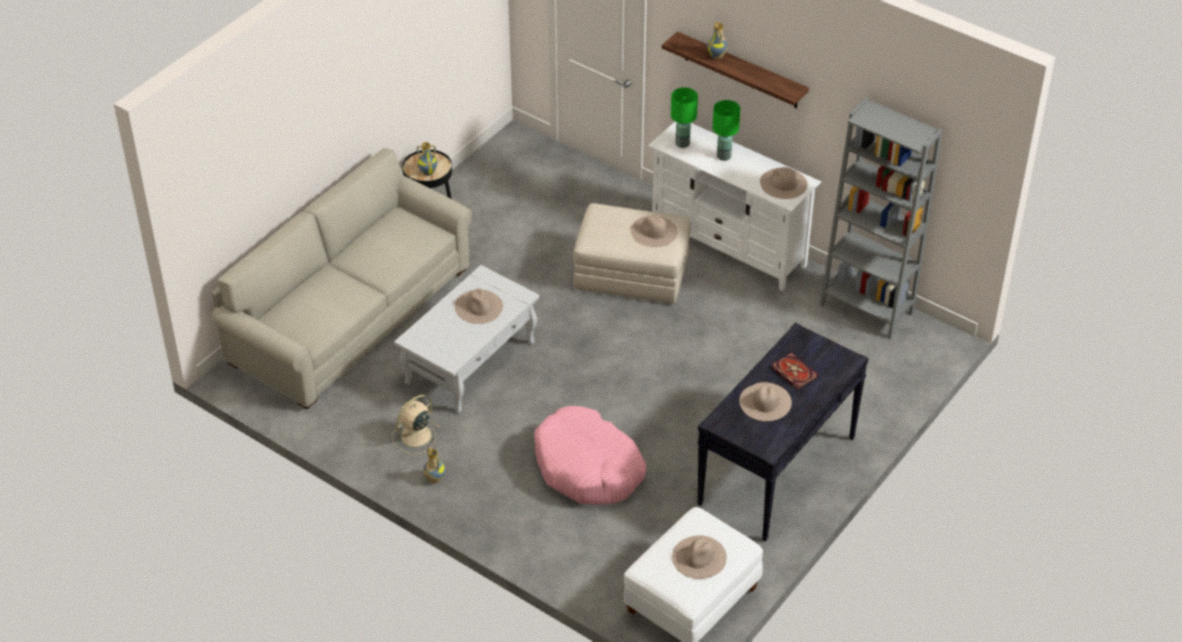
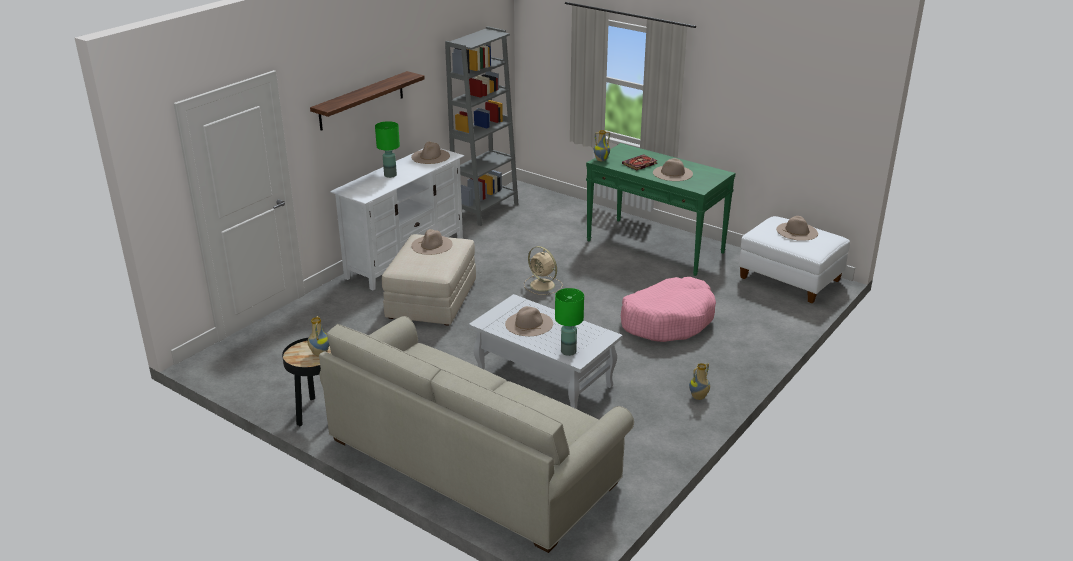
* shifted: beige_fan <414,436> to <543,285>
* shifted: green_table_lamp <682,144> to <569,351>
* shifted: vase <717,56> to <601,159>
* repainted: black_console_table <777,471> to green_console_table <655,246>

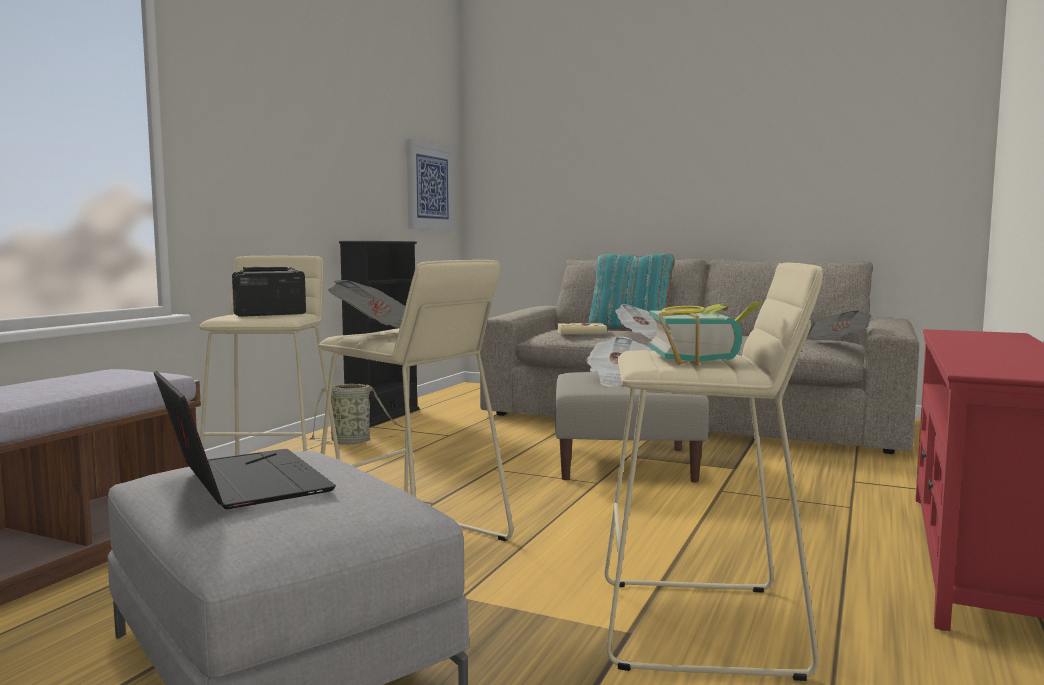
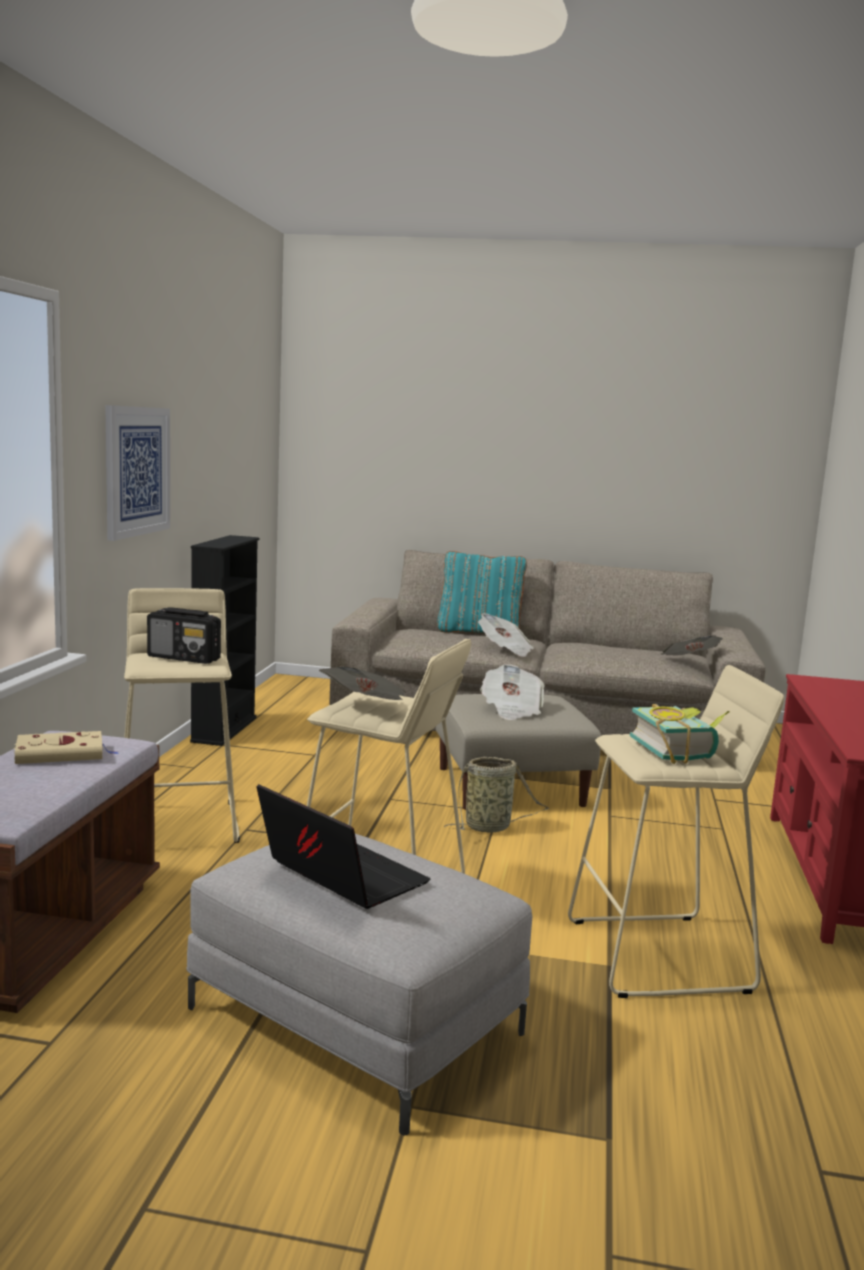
* shifted: basket <353,442> to <490,827>
* shifted: picture <430,187> to <137,471>
* shifted: beige_book <583,332> to <63,754>
* rotated: radio <269,314> = <184,658> 120 degrees counterclockwise

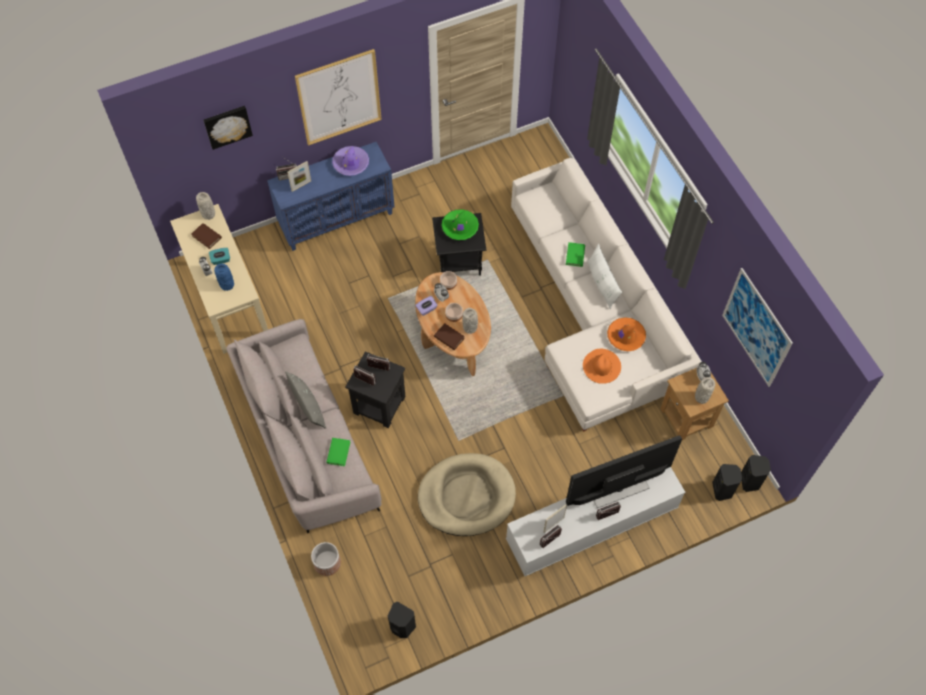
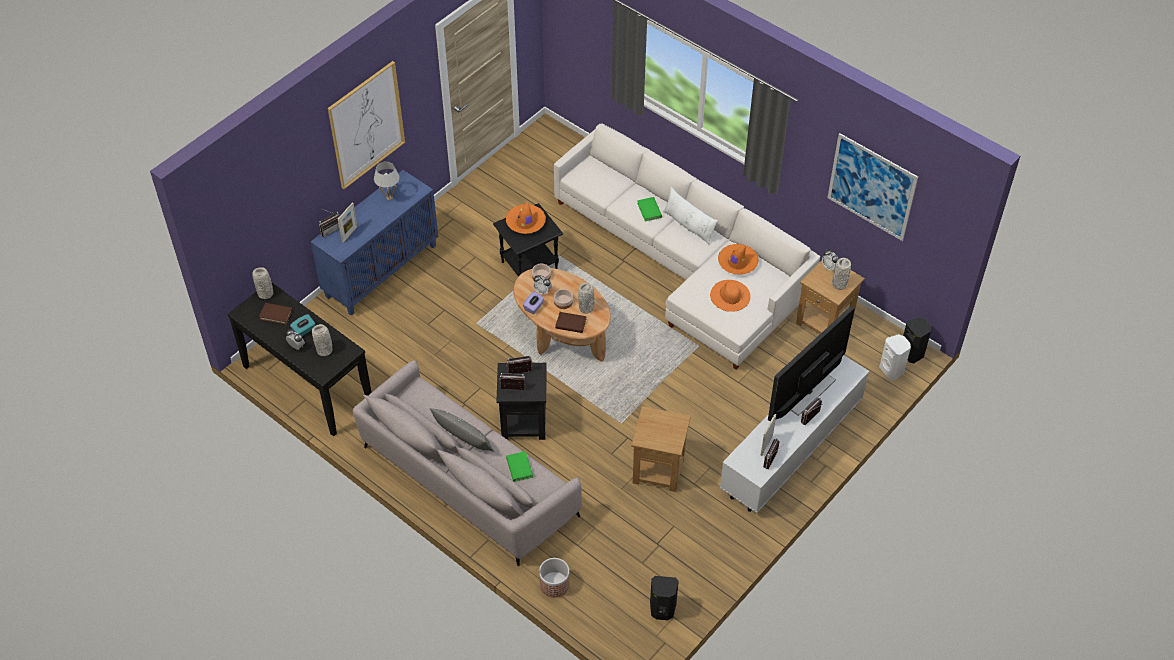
* gone: picture <227,126>
* swapped: purple_hat <351,164> to white_table_lamp <389,197>
* swapped: beige_dog_bed <466,496> to brown_side_table <658,469>
* repainted: beige_console_table <227,299> to black_console_table <307,384>
* repainted: blue_vase <227,285> to grey_vase <325,350>
* repainted: green_hat <460,227> to orange_hat <526,222>
* repainted: black_speaker <723,490> to white_speaker <892,370>

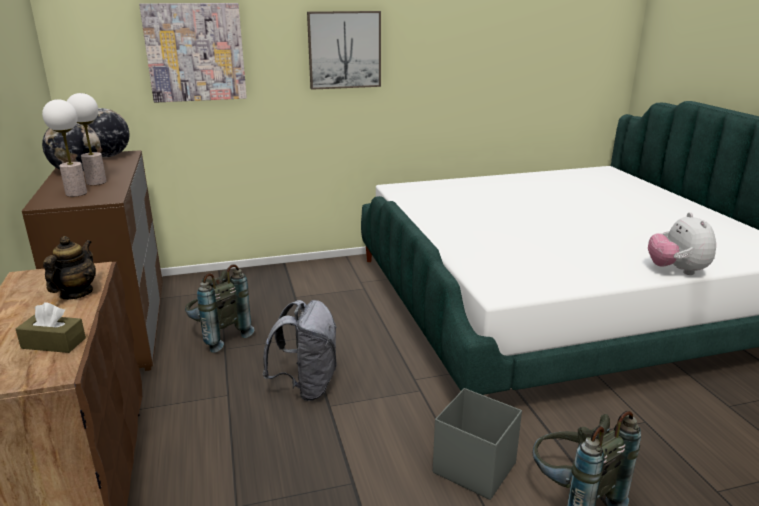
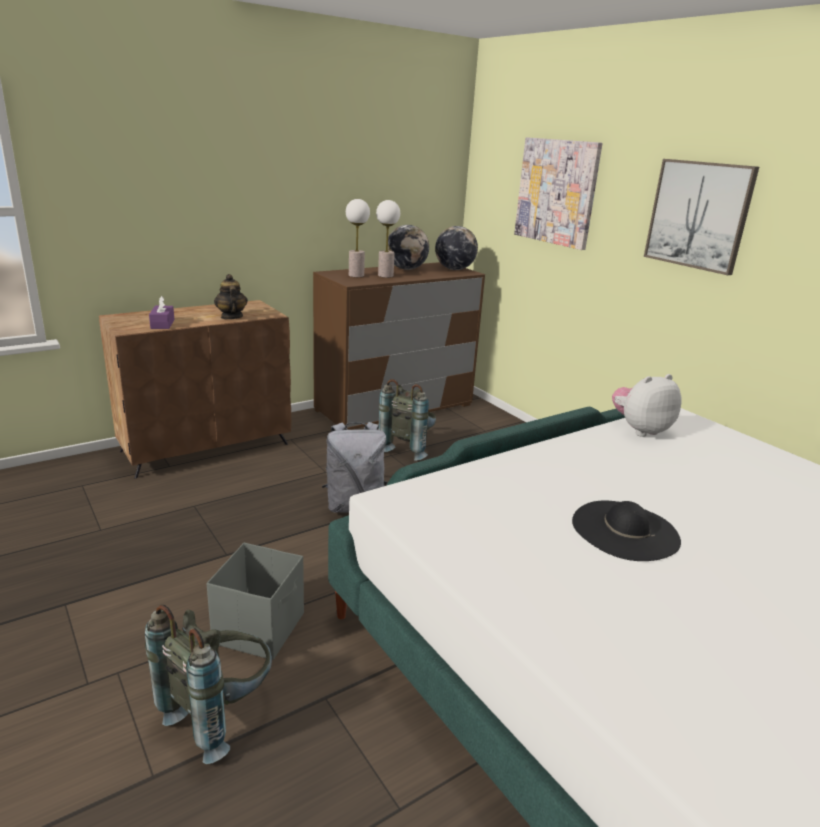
* new: black_hat <625,530>
* shifted: plush_toy <677,270> to <640,430>
* repainted: brown_tissue_box <53,343> to purple_tissue_box <162,324>
* rotated: teapot <76,293> = <231,317> 105 degrees counterclockwise

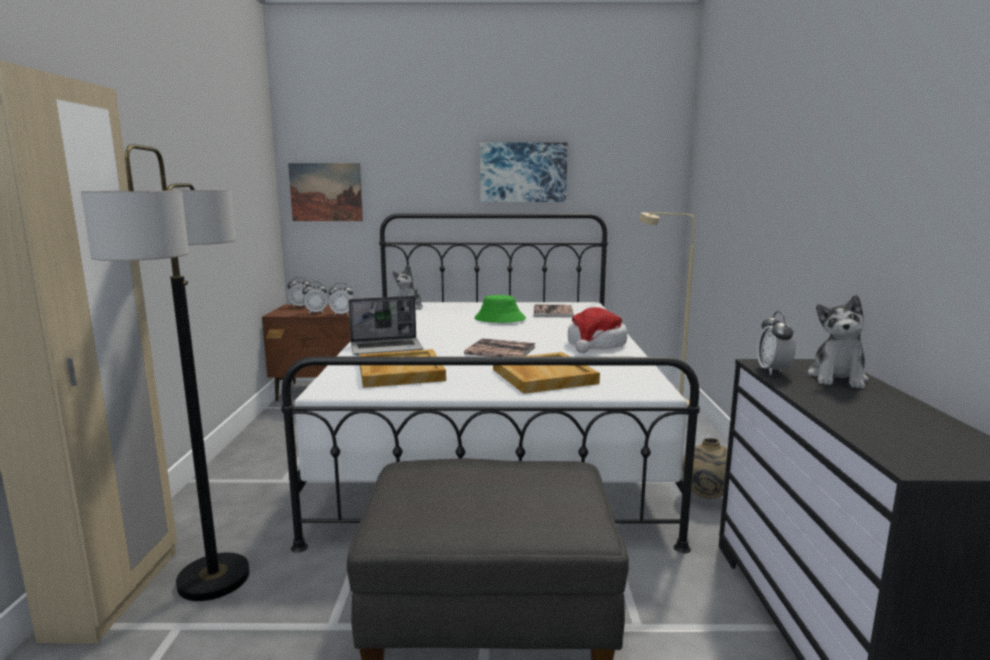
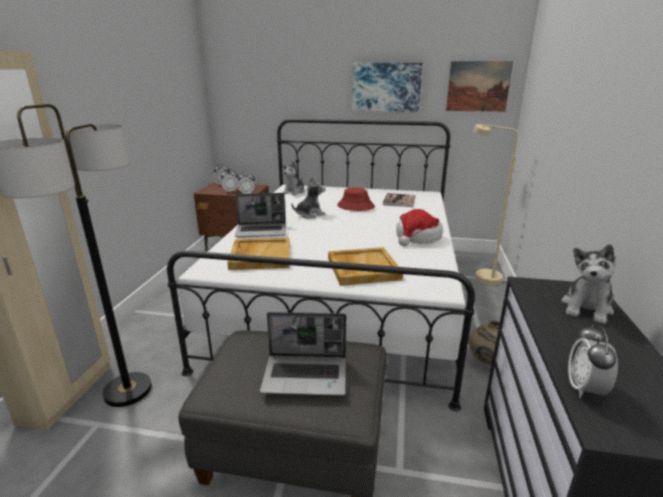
* gone: book <500,350>
* new: laptop <306,375>
* new: plush_toy <309,214>
* shifted: picture <326,192> to <478,86>
* shifted: alarm_clock <773,371> to <584,389>
* repainted: green_hat <499,319> to red_hat <355,206>

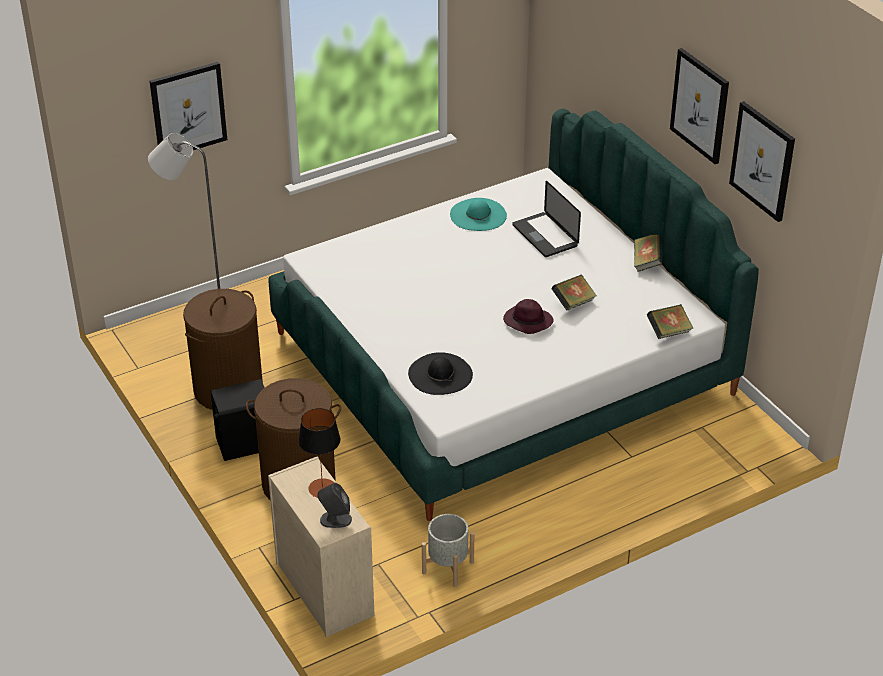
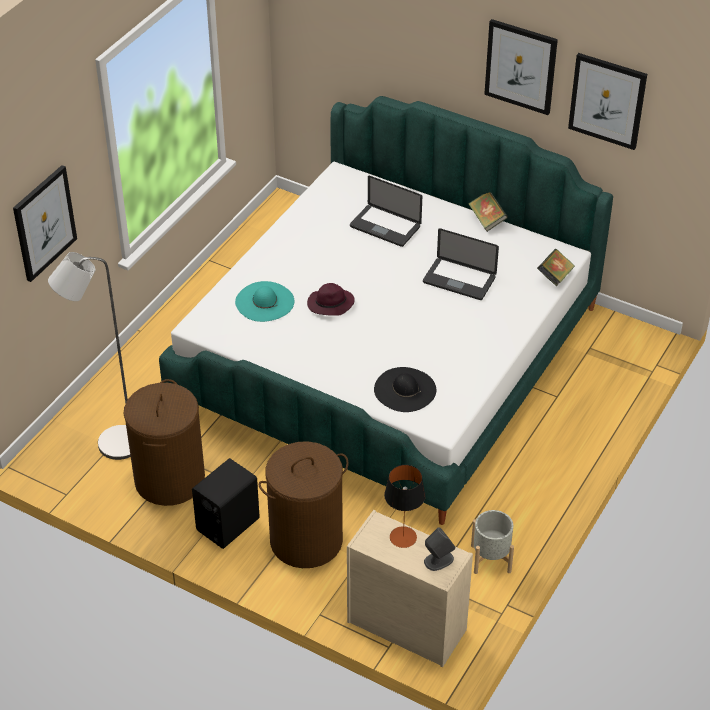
* shifted: turquoise_hat <478,215> to <264,302>
* shifted: purple_hat <527,322> to <330,304>
* swapped: book <573,303> to laptop <459,280>

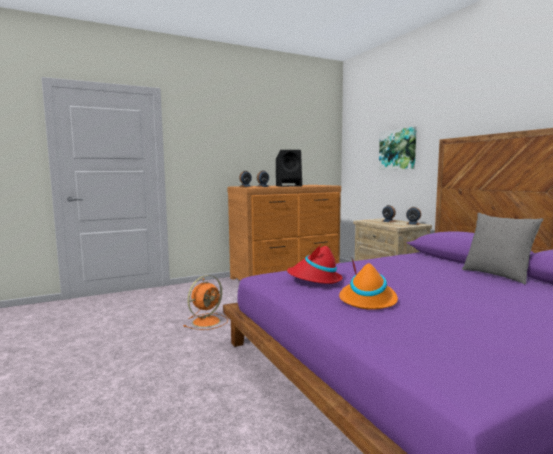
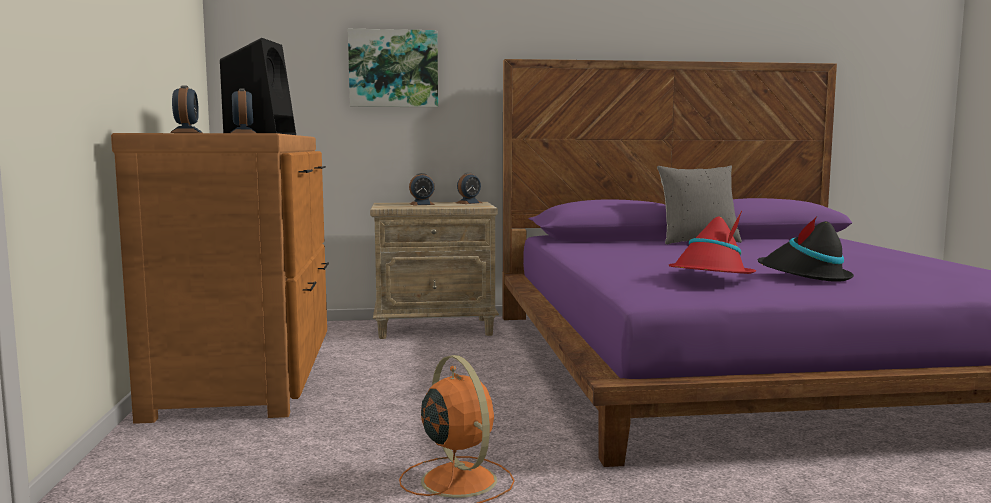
* repainted: orange_hat <367,299> to black_hat <804,276>

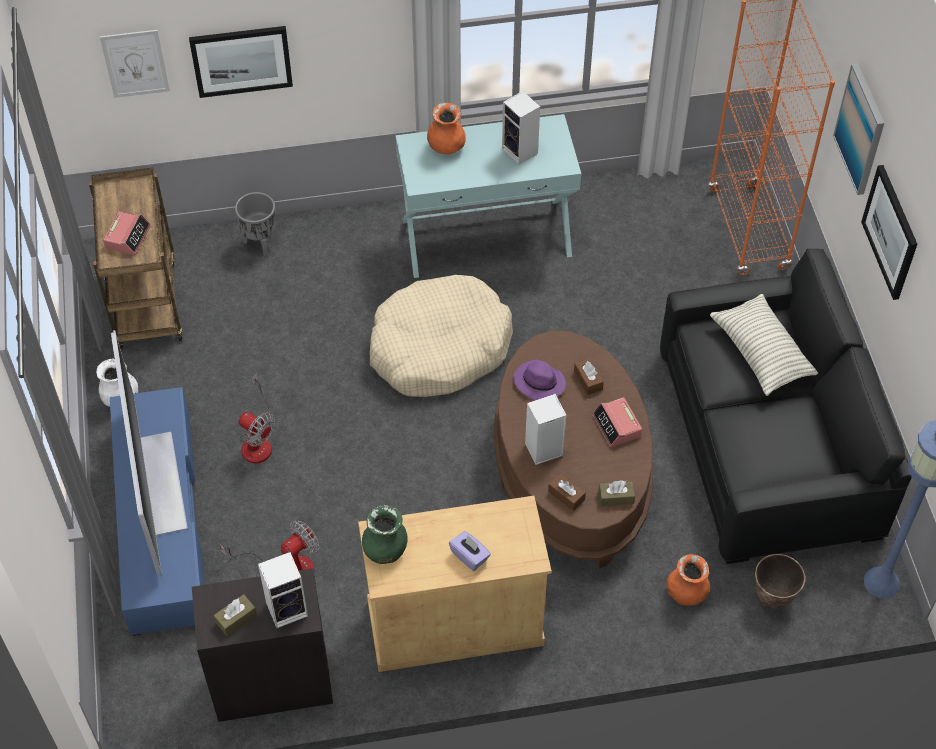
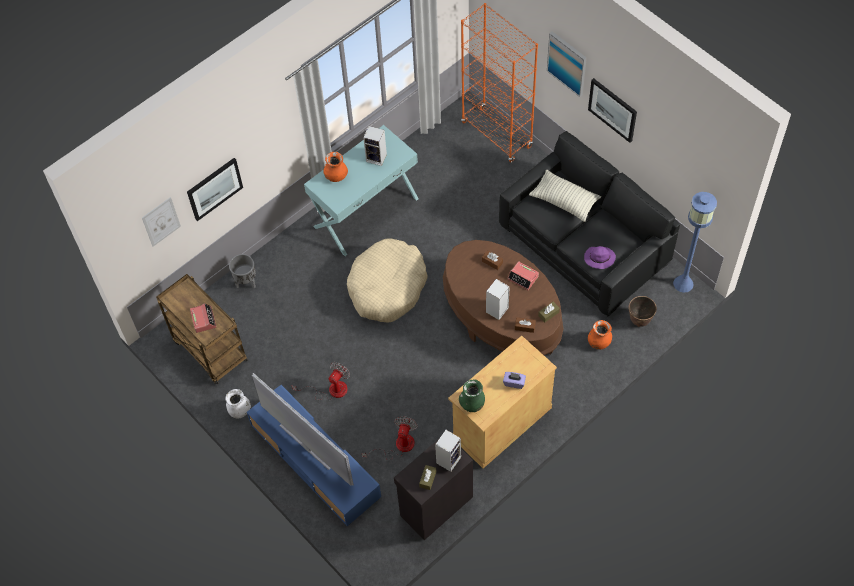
* shifted: purple_hat <538,382> to <599,258>
* rotated: fan <257,440> = <331,390> 60 degrees counterclockwise

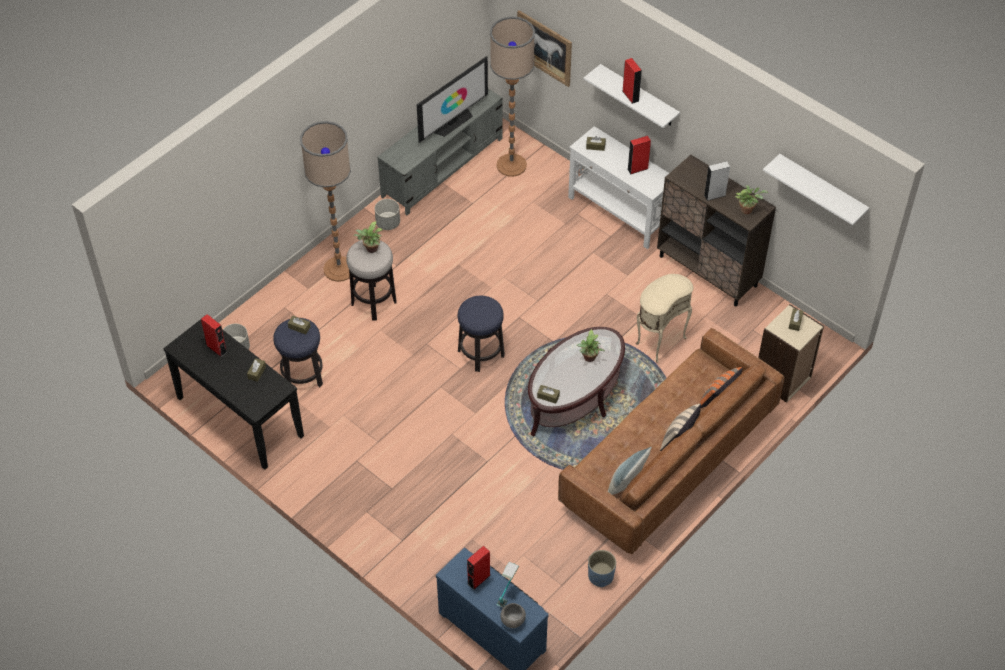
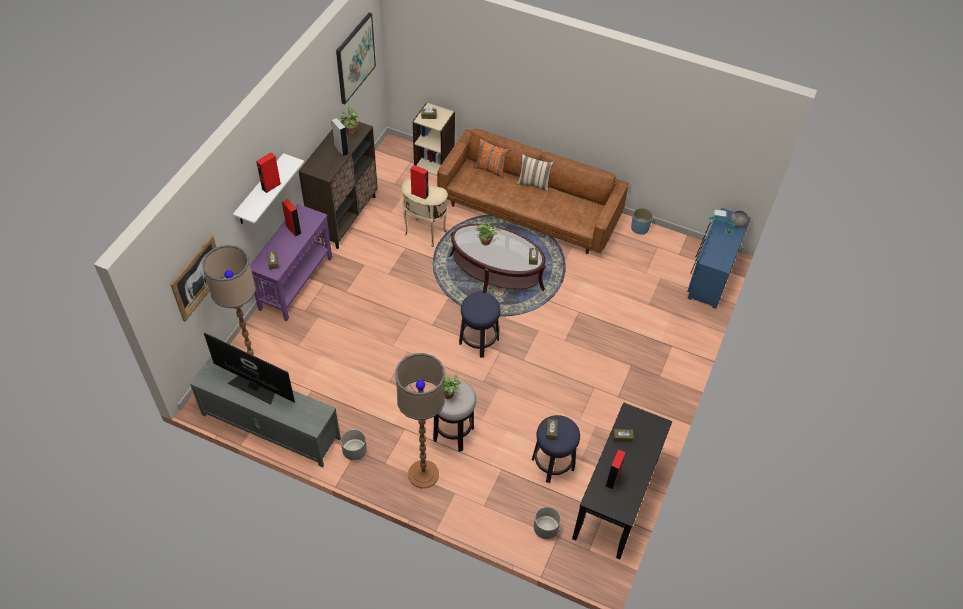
* gone: pillow <626,483>
* shifted: red_speaker <478,579> to <420,194>
* swapped: white_shelf <822,189> to picture <355,58>
* repainted: white_console_table <619,213> to purple_console_table <296,283>

